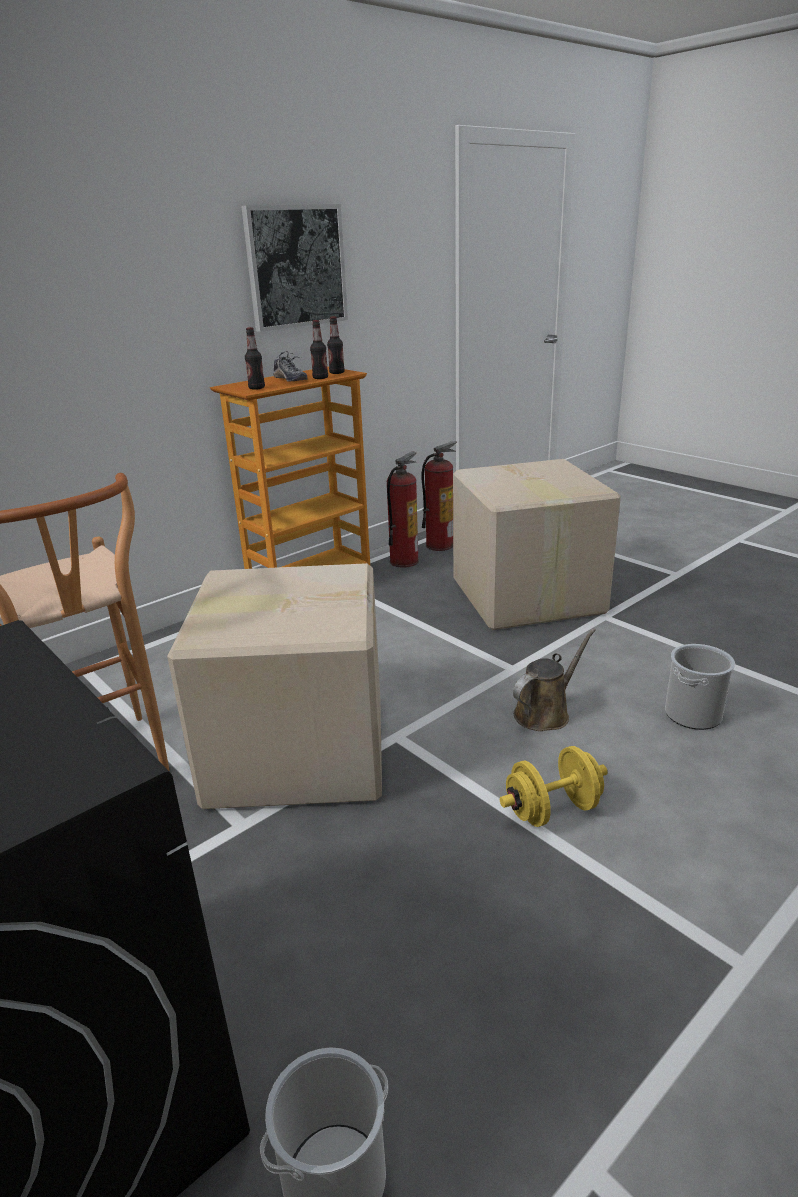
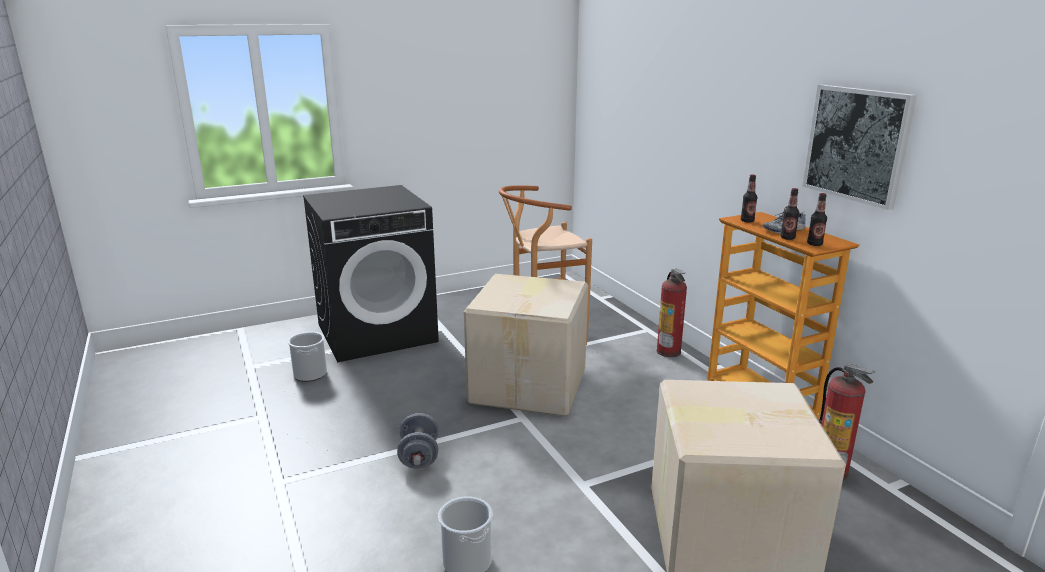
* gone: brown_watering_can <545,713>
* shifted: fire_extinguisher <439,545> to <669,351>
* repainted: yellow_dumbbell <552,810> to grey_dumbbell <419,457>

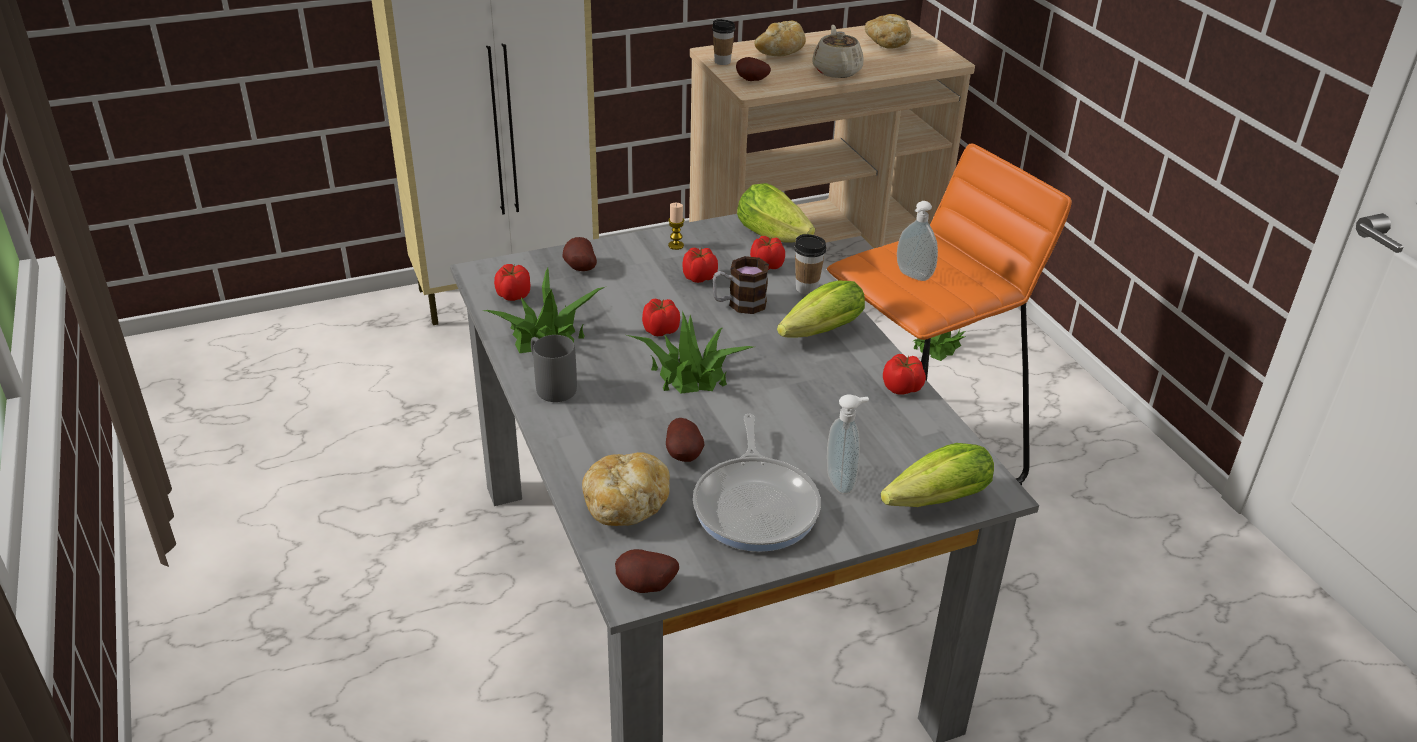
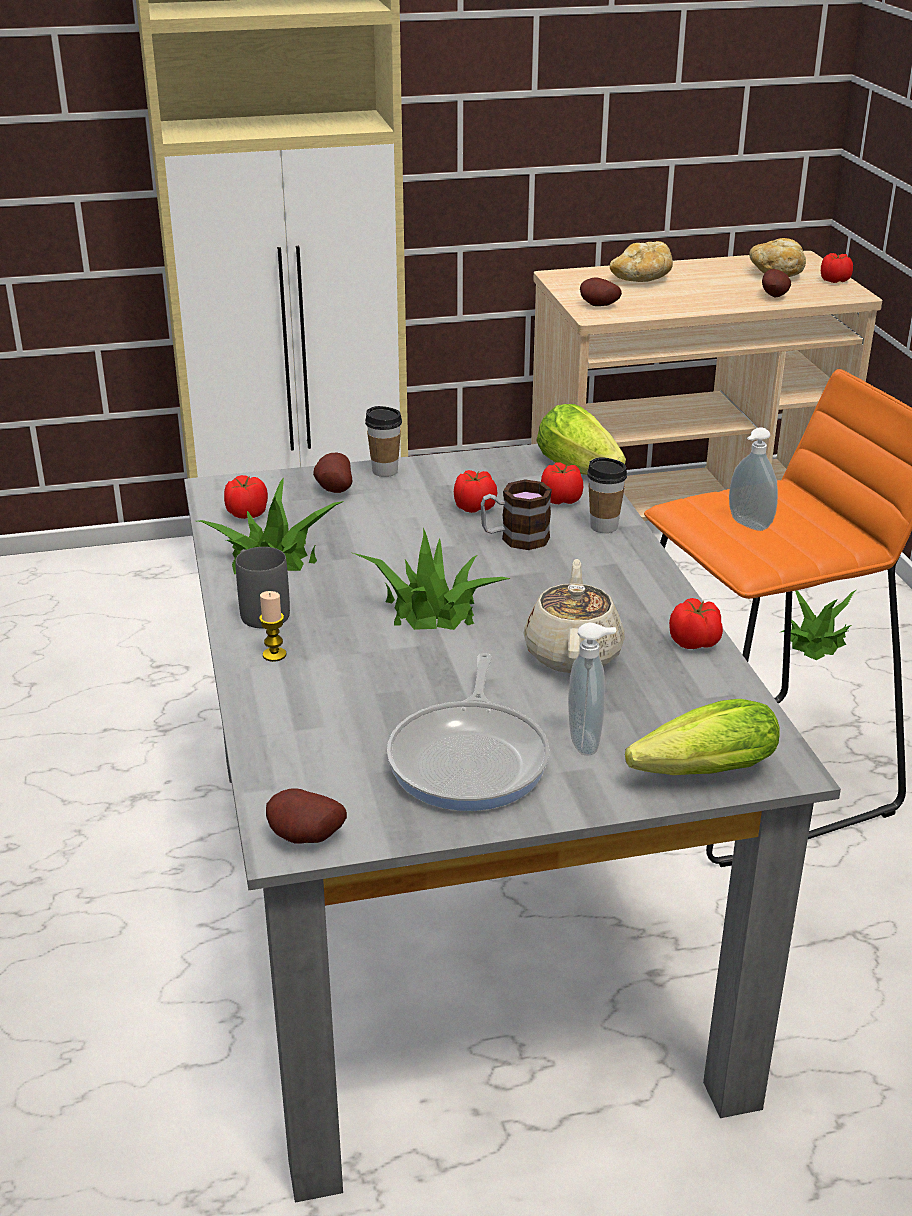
* gone: bread <626,505>
* gone: lettuce <817,334>
* shifted: tomato <660,330> to <834,280>
* shifted: potato <685,455> to <775,296>
* shifted: candle <676,245> to <274,655>
* shifted: cup <722,62> to <385,471>
* shifted: beige_teapot <836,71> to <573,653>

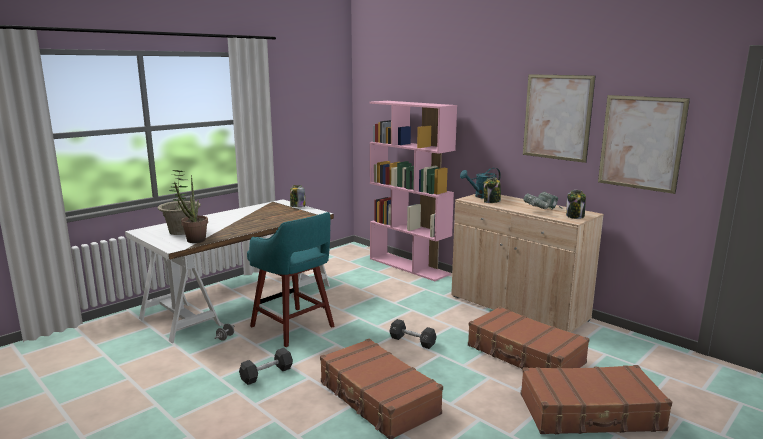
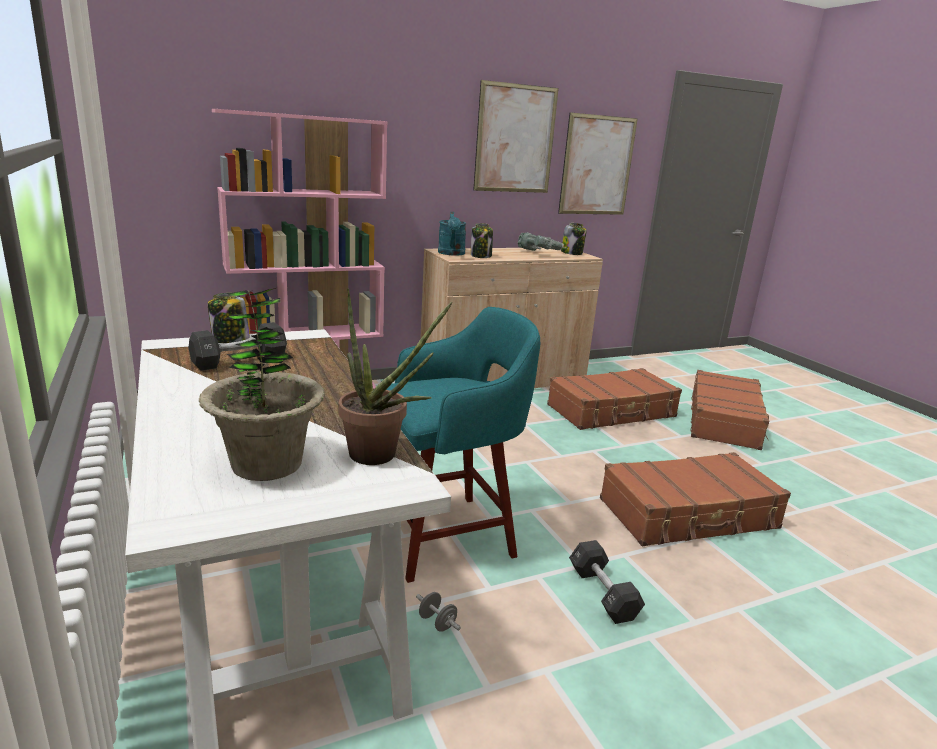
* shifted: black_dumbbell <412,341> to <240,361>

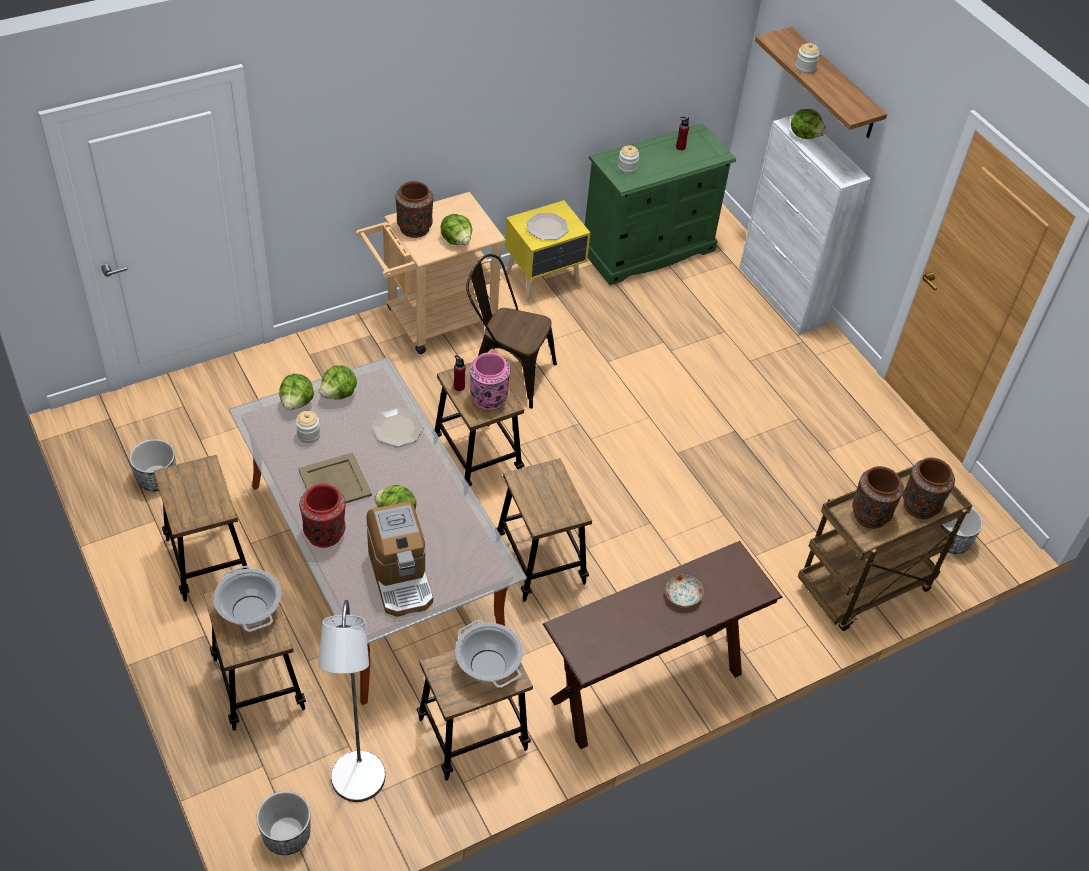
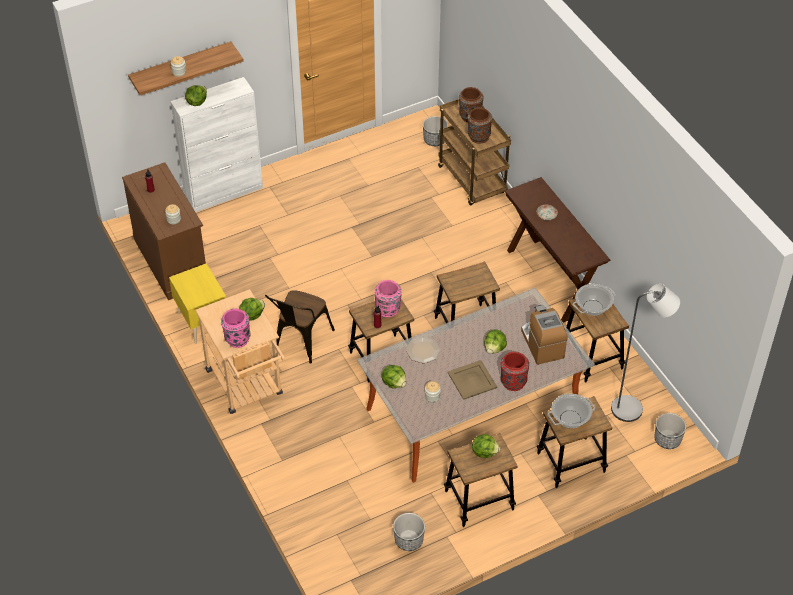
* gone: plate <547,227>
* shifted: lettuce <297,402> to <484,452>
* repainted: brown_vase <414,227> to pink_vase <237,339>
* repainted: green_dresser <648,249> to brown_dresser <172,261>
* rotated: coffee_machine <400,577> = <542,344> 90 degrees counterclockwise

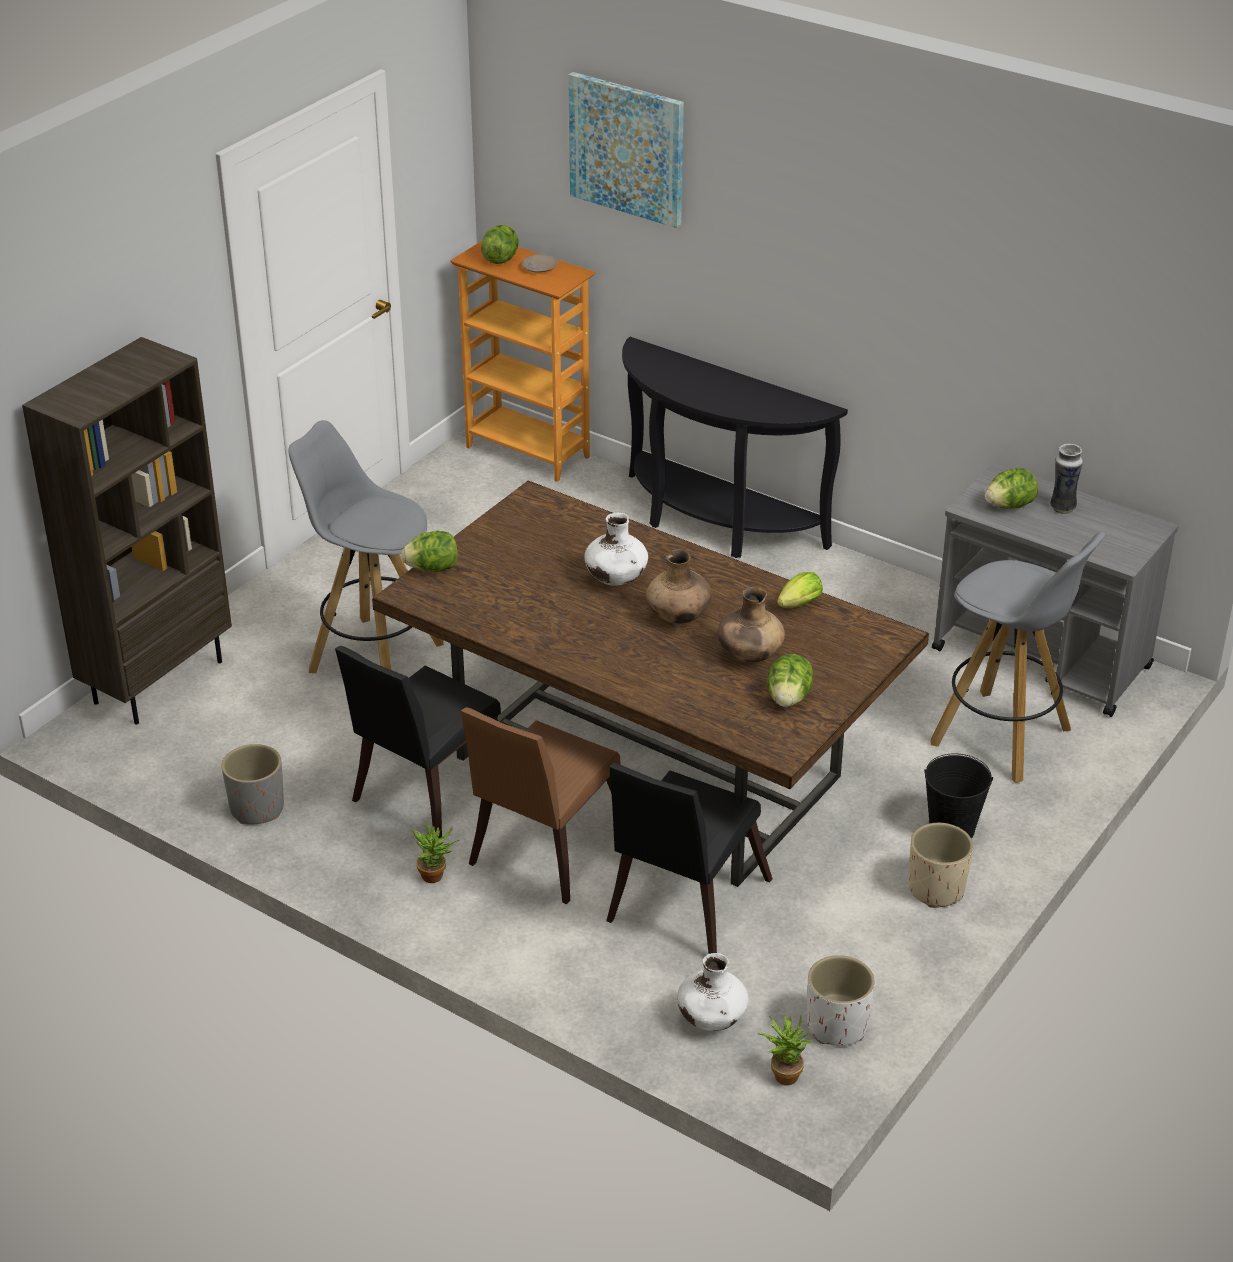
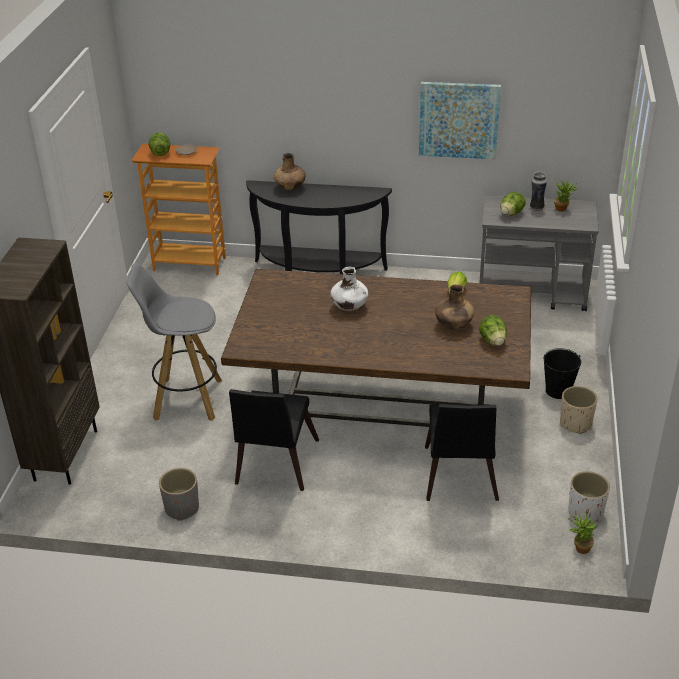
* gone: lettuce <432,569>
* gone: brown_chair <544,853>
* gone: white_vase <711,1019>
* gone: grey_stool <1003,737>
* shifted: potted_plant <436,876> to <563,208>
* shifted: picture <627,148> to <459,120>
* shifted: brown_vase <679,616> to <290,188>

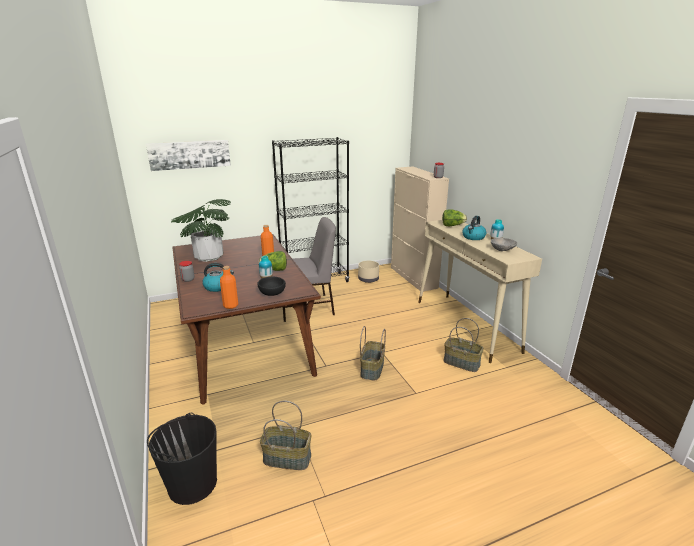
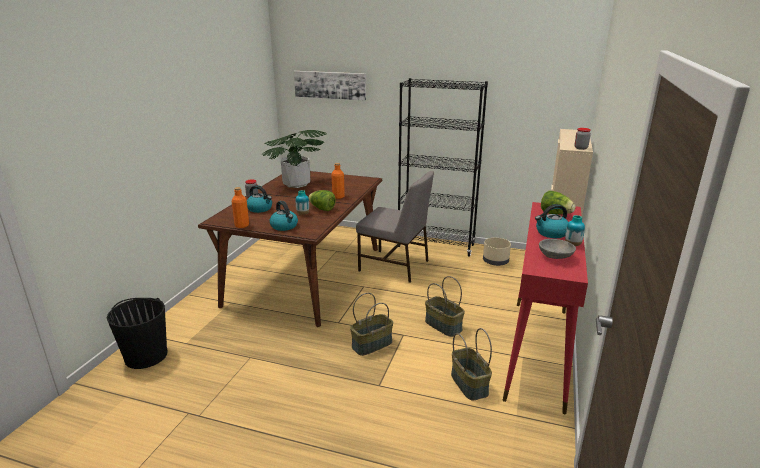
* shifted: basket <288,458> to <444,325>
* swapped: black_bowl <271,293> to kettle <284,226>
* repainted: beige_console_table <466,325> to red_console_table <537,351>

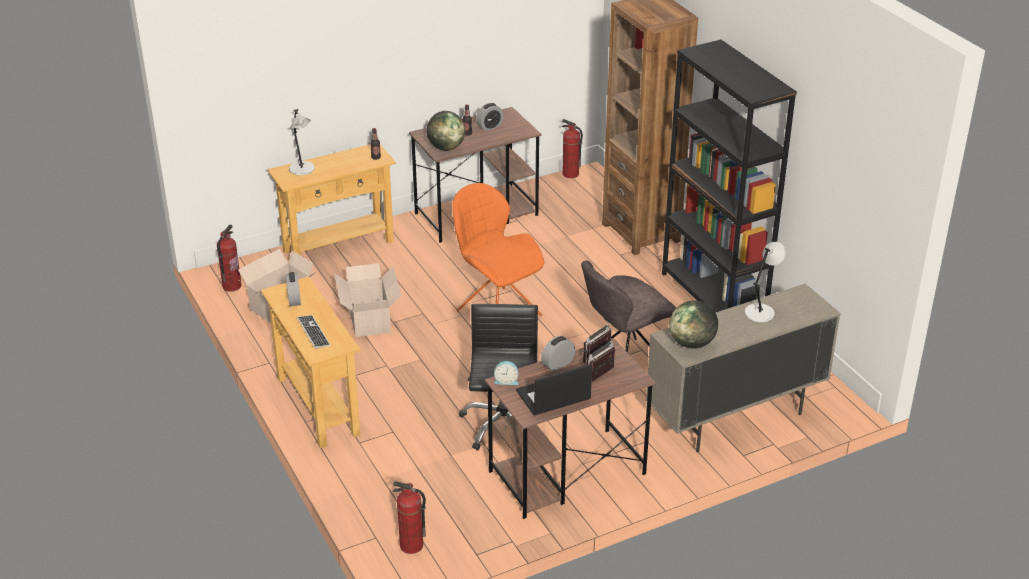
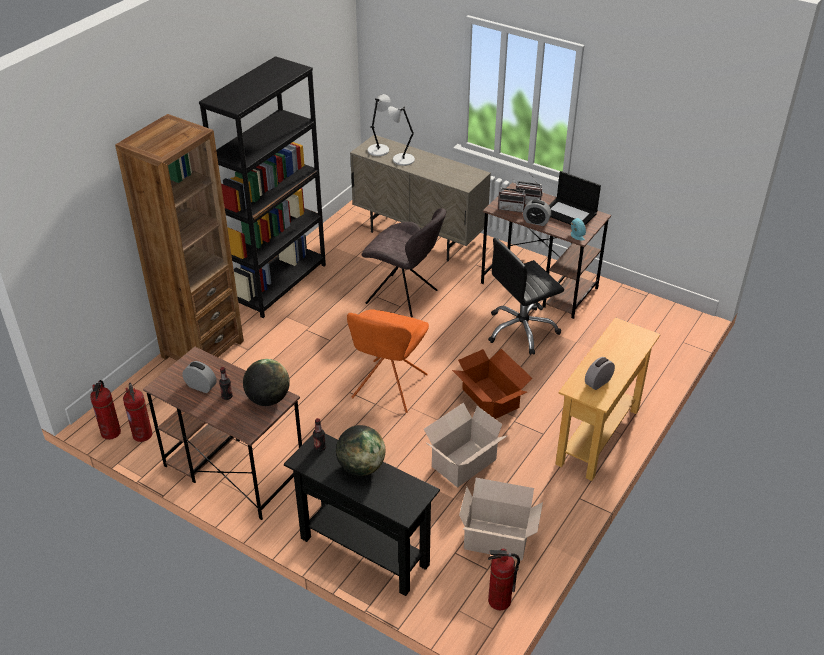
* gone: keyboard <313,333>
* new: cardboard_box <490,399>
* shifted: grey_table_lamp <302,169> to <379,150>
* shifted: fire_extinguisher <411,546> to <143,435>
* shifted: globe <692,343> to <361,467>
* repainted: beige_console_table <338,246> to black_console_table <364,551>

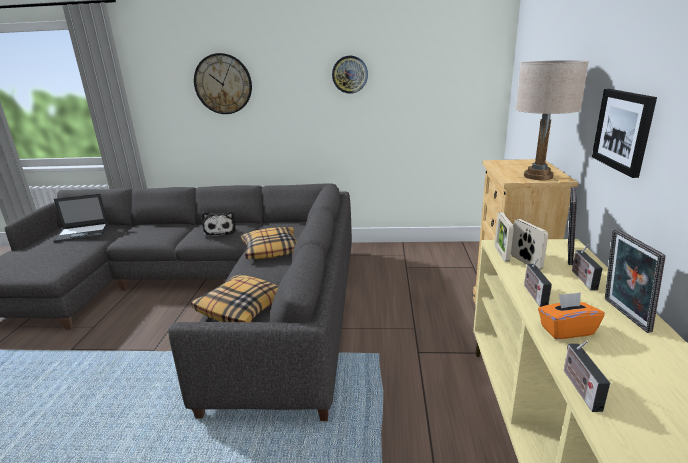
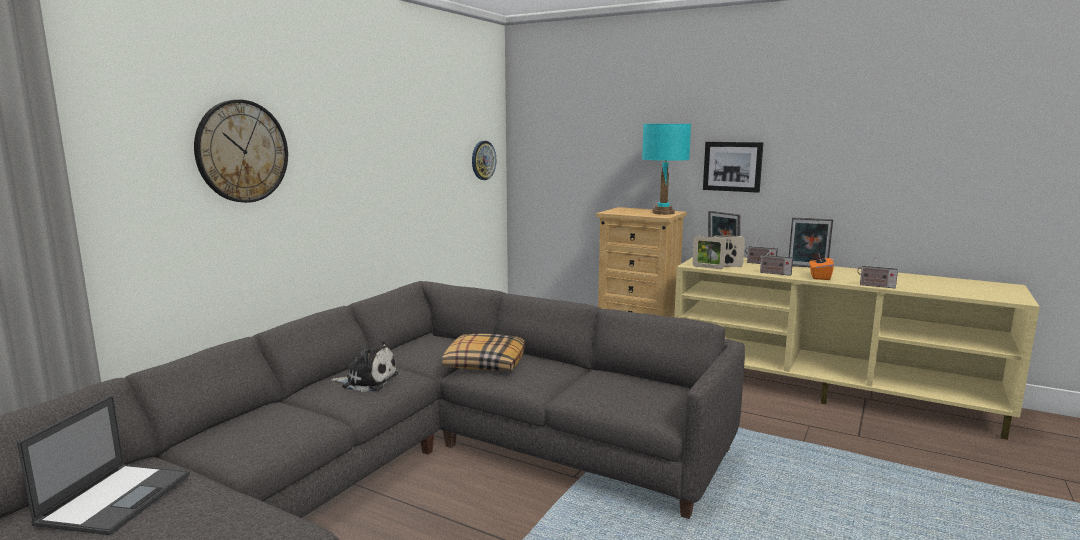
* gone: pillow <242,308>
* shifted: wall_clock <350,74> to <483,160>
* repainted: beige_table_lamp <538,176> to turquoise_table_lamp <663,213>

